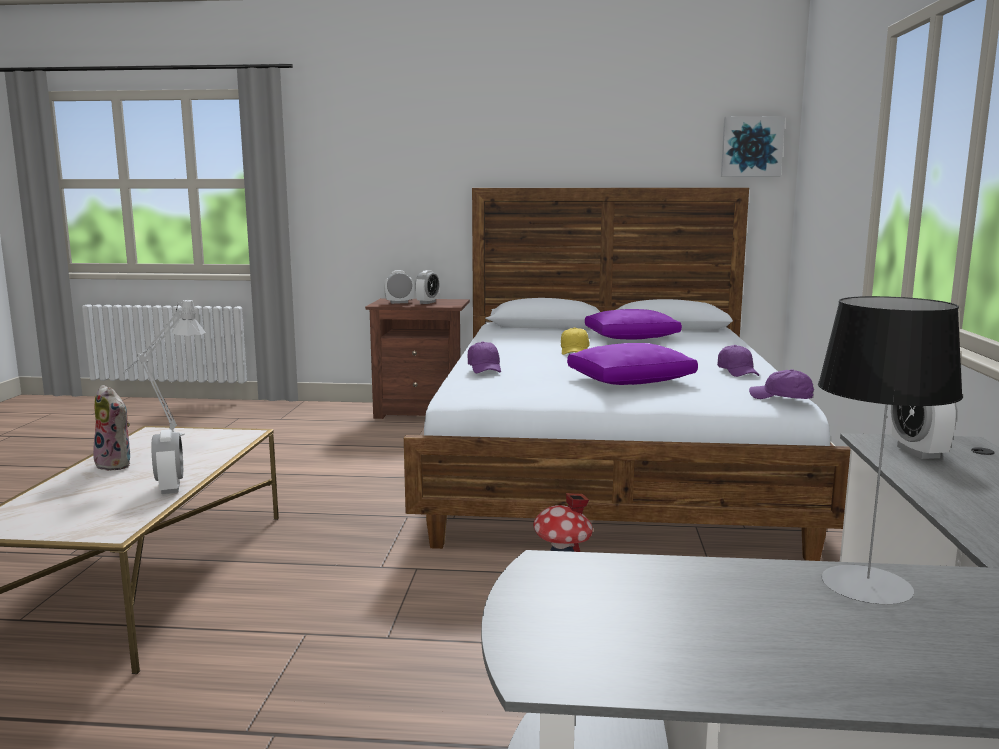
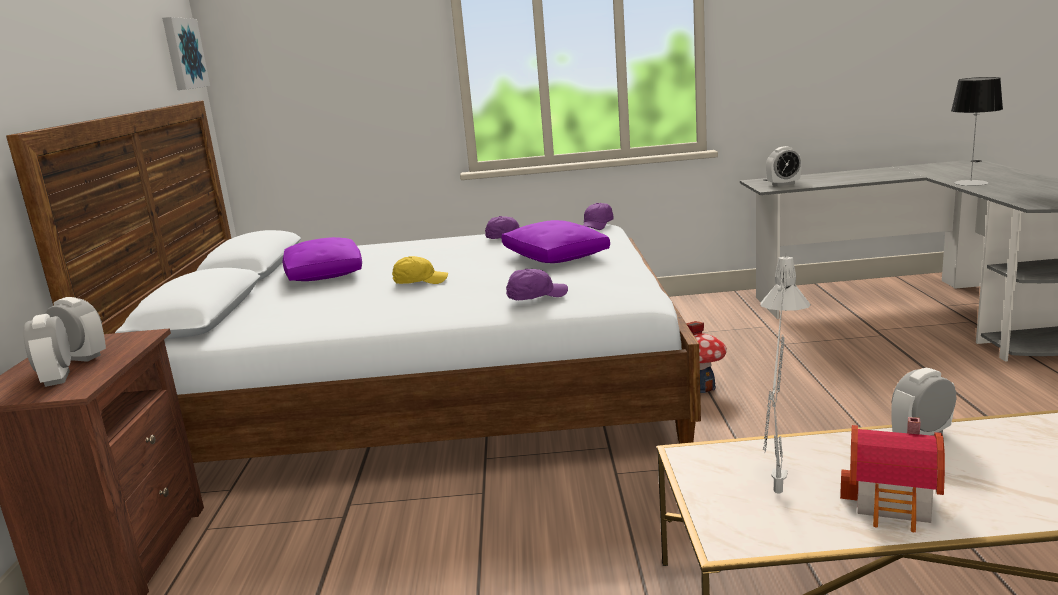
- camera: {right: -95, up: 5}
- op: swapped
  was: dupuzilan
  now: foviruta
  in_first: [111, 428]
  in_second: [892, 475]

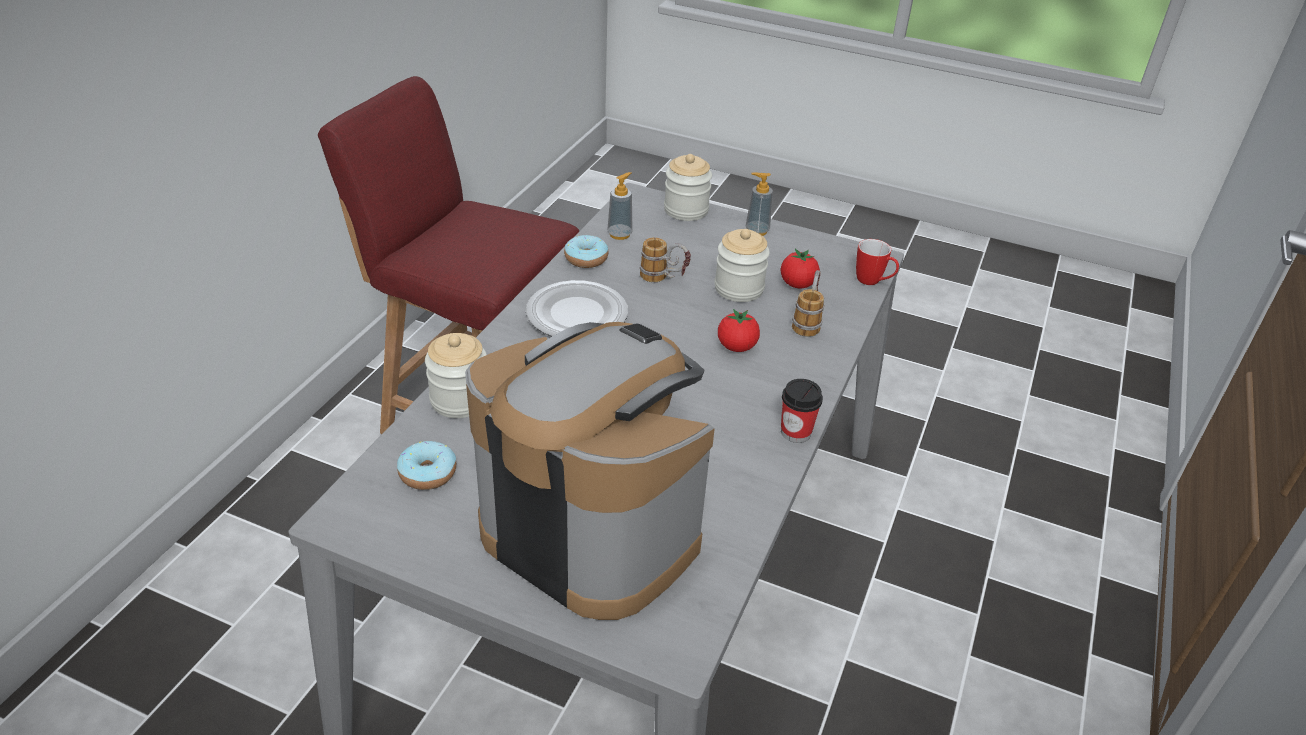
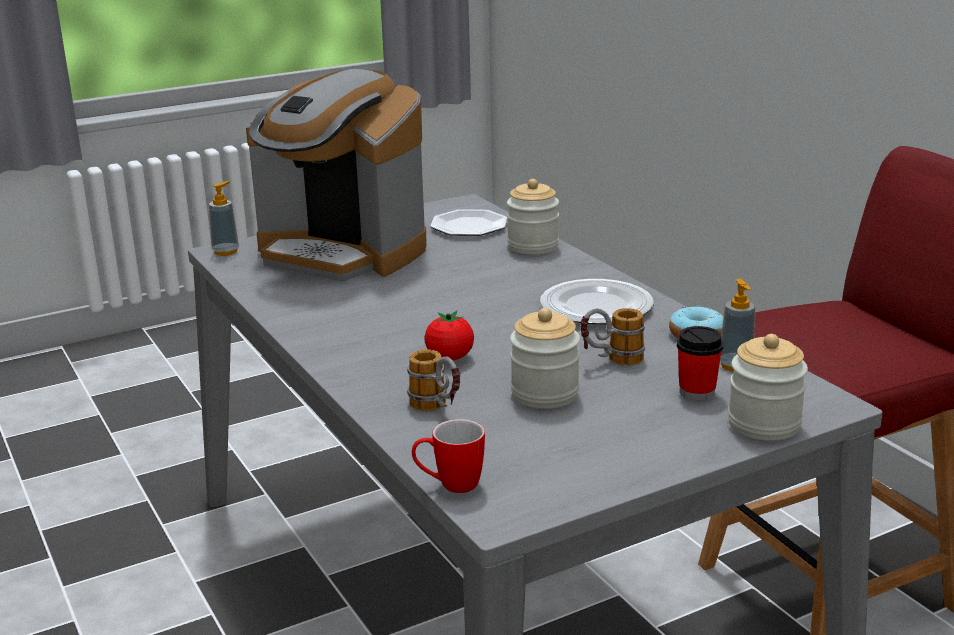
- camera: {right: 130, up: -15}
- op: shifted
  was: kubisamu
  in_first: [759, 204]
  in_second: [224, 218]
- op: gone
  was: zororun
  in_first: [800, 268]
- op: rotated
  was: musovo
  in_first: [590, 471]
  in_second: [336, 175]
  clockwise: 45
- op: shifted
  was: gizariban
  in_first: [802, 411]
  in_second: [700, 363]
- op: swapped
  was: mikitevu
  now: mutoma
  in_first: [426, 465]
  in_second: [468, 222]

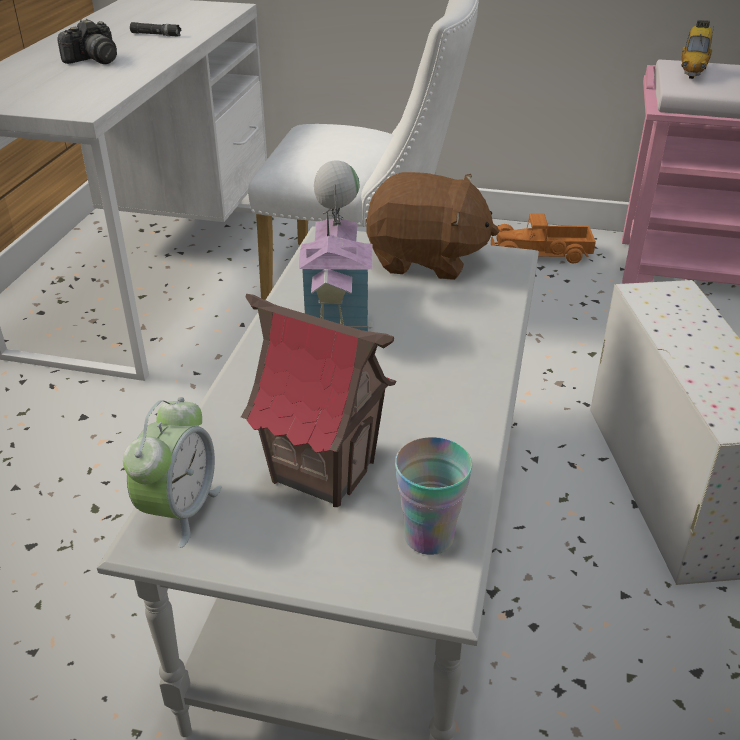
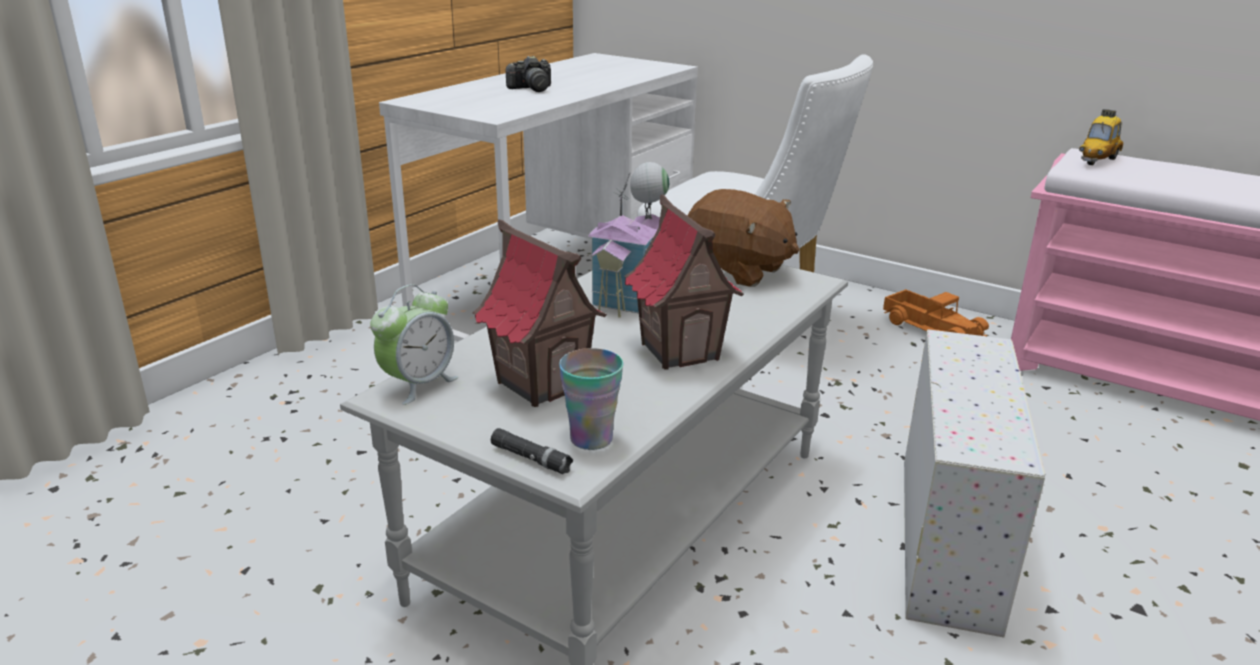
- camera: {right: 20, up: -10}
- op: shifted
  was: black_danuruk
  in_first: [155, 29]
  in_second: [532, 451]
- op: rotated
  was: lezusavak
  in_first: [543, 238]
  in_second: [936, 312]
  clockwise: -150
- op: new
  now: foviruta
  in_second: [684, 281]

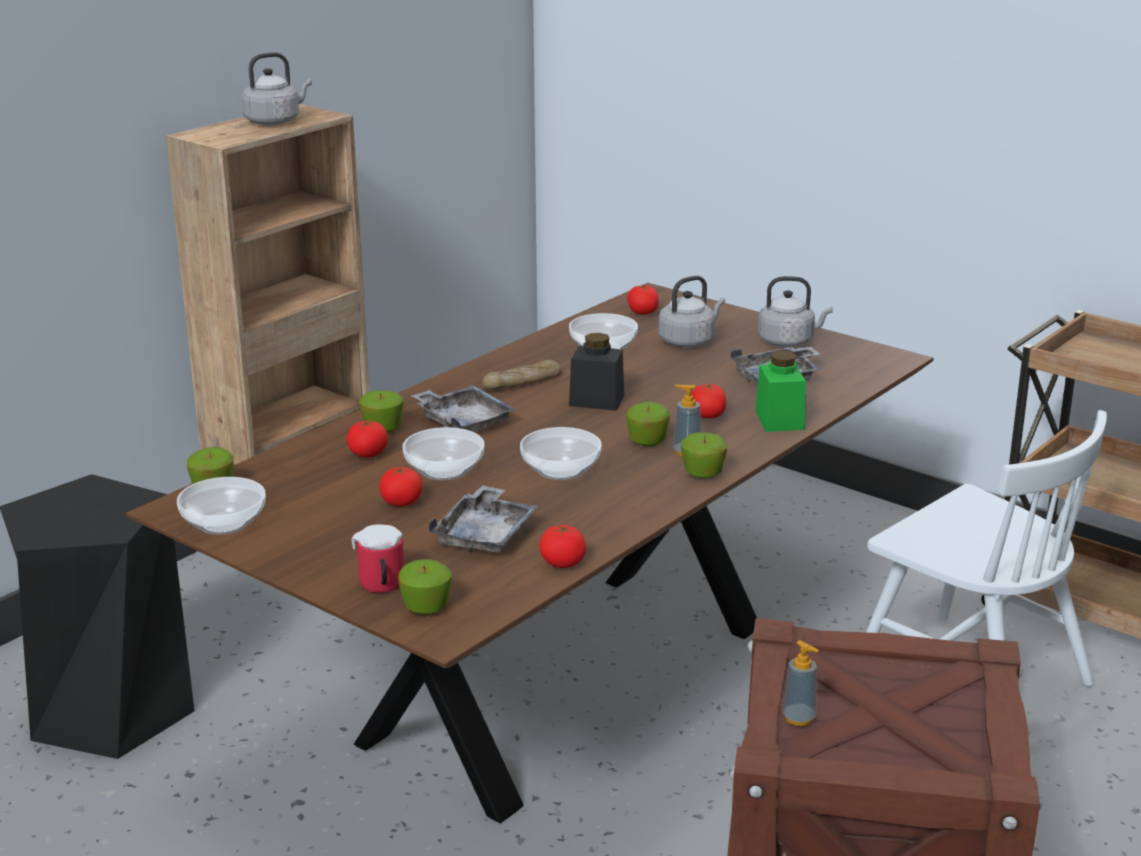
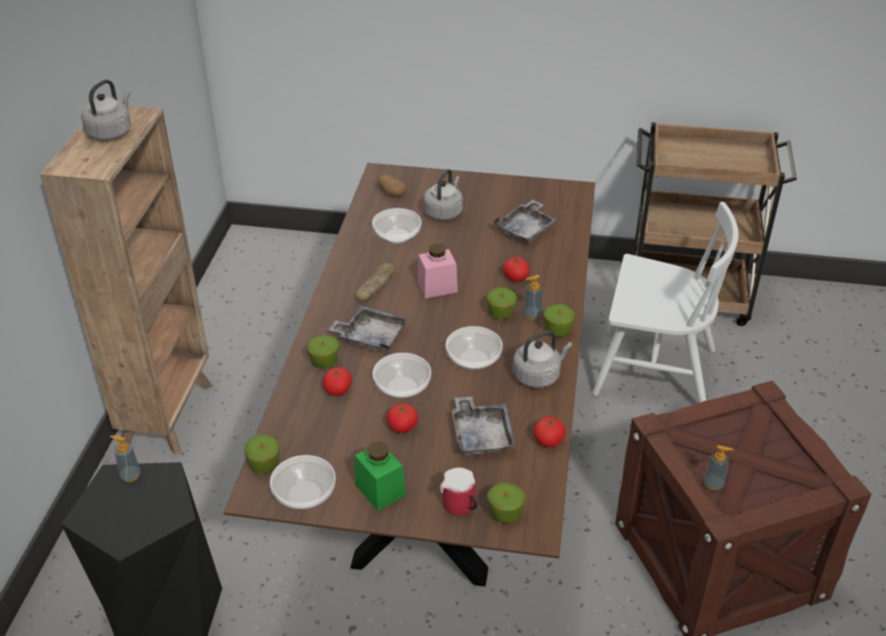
- camera: {right: -30, up: 15}
- op: shifted
  was: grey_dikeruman
  in_first: [795, 311]
  in_second: [542, 359]
- op: swapped
  was: zororun
  now: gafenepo
  in_first: [643, 299]
  in_second: [392, 185]
- op: repainted
  was: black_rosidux
  now: pink_rosidux
  in_first: [596, 372]
  in_second: [438, 270]
- op: shifted
  was: green_rosidux
  in_first: [780, 391]
  in_second: [380, 476]
- op: new
  now: kubisamu
  in_second: [125, 458]

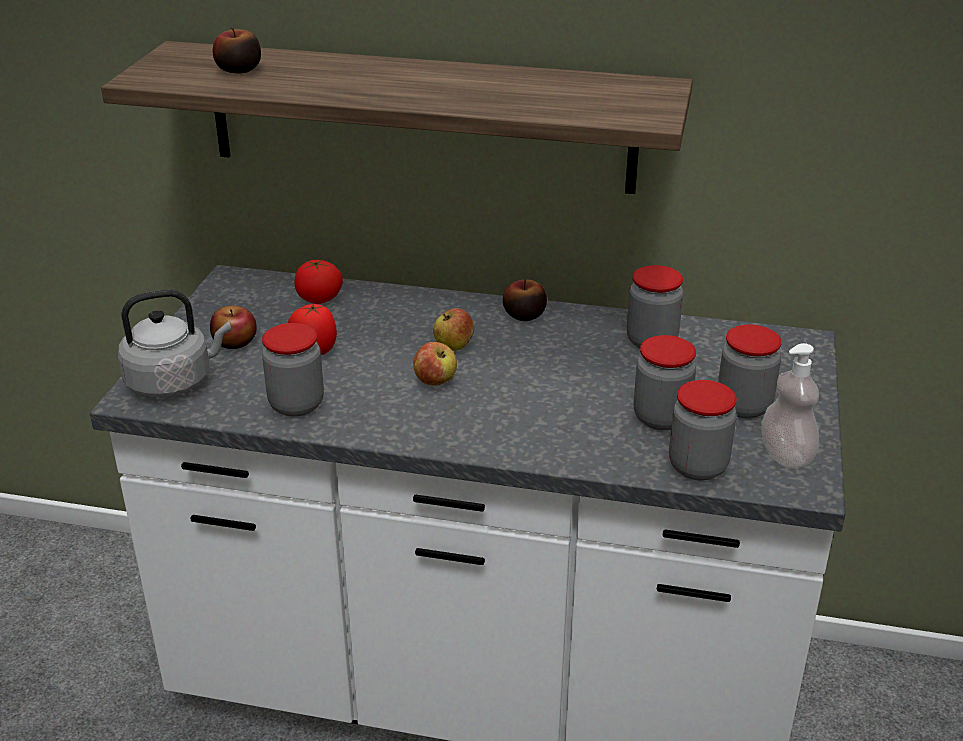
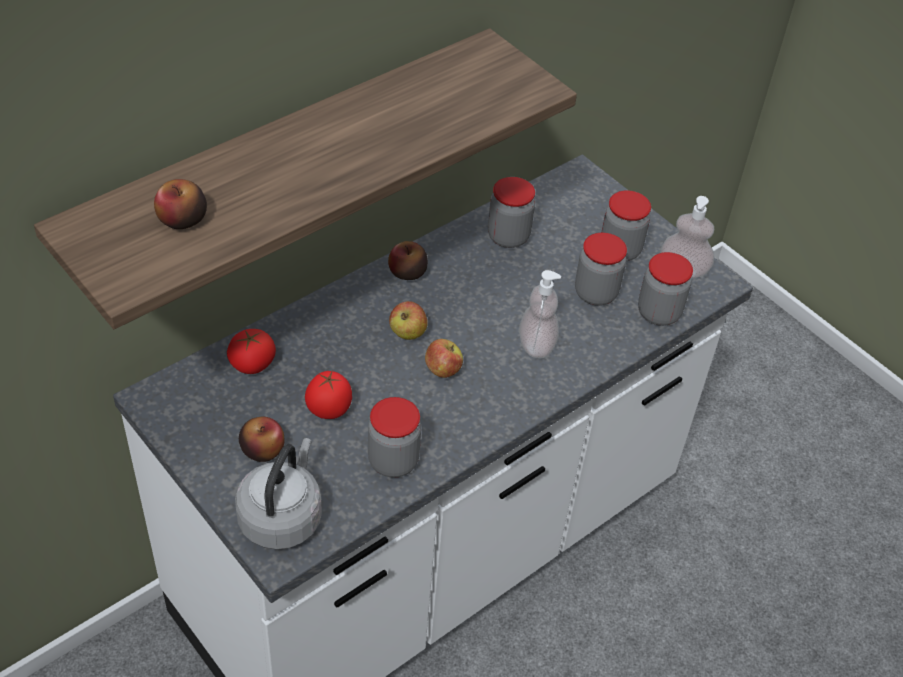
- camera: {right: -55, up: 15}
- op: new
  now: kubisamu
  in_second: [540, 314]

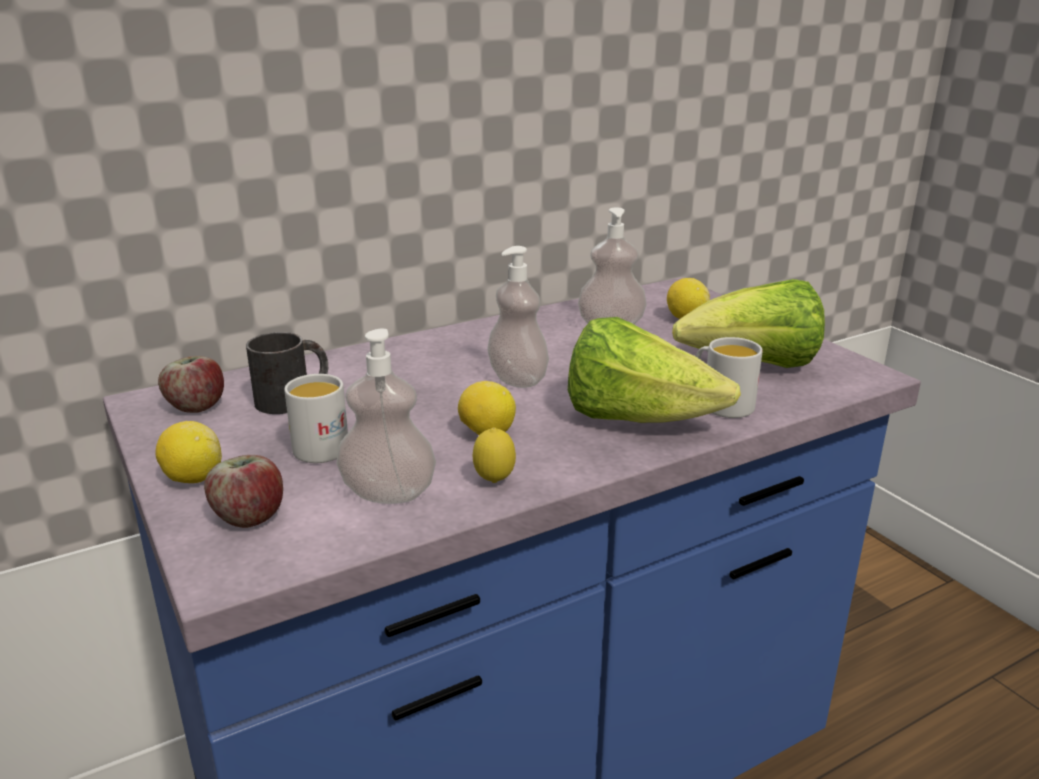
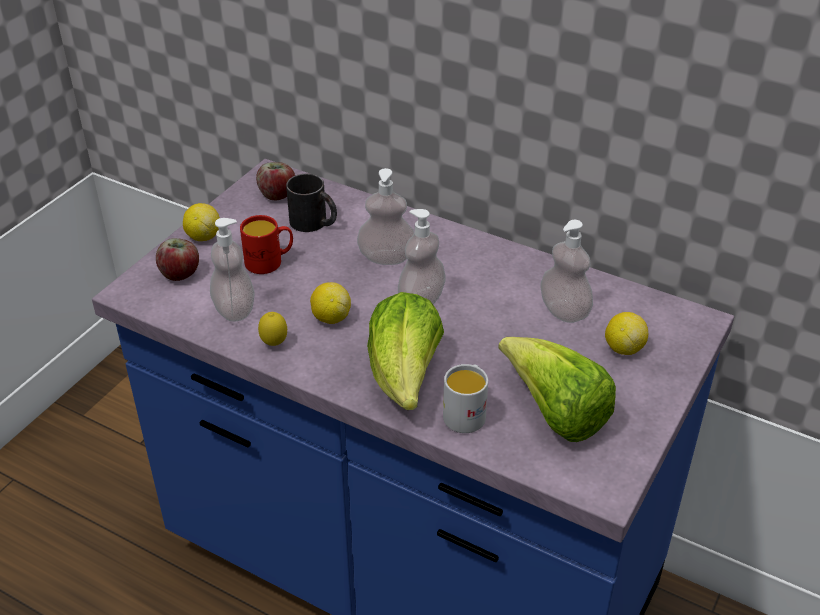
- camera: {right: 60, up: 15}
- op: repainted
  was: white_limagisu
  now: red_limagisu
  in_first: [316, 418]
  in_second: [266, 244]
- op: new
  now: kubisamu
  in_second: [385, 216]

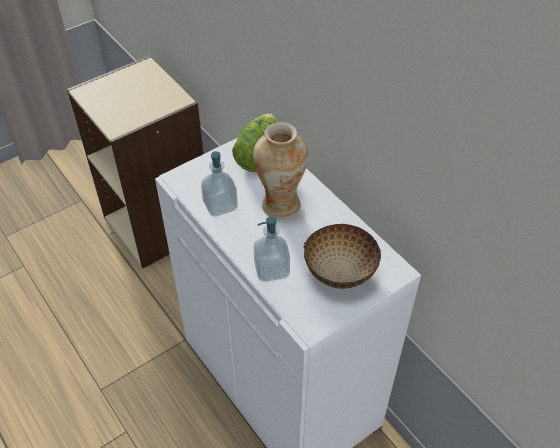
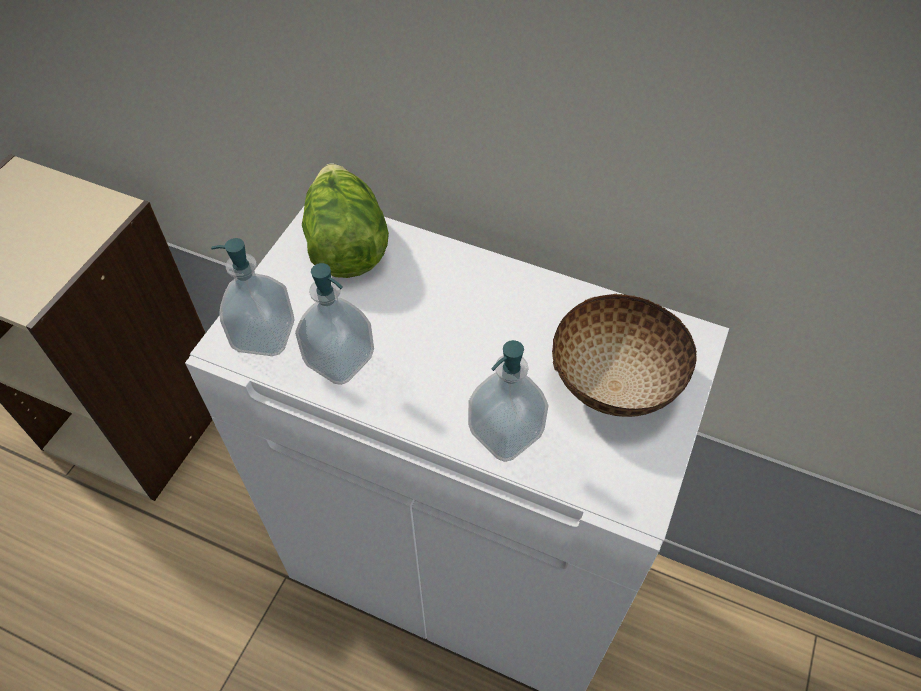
- camera: {right: -30, up: 5}
- op: gone
  was: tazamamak
  in_first: [280, 170]
- op: new
  now: kubisamu
  in_second: [252, 297]

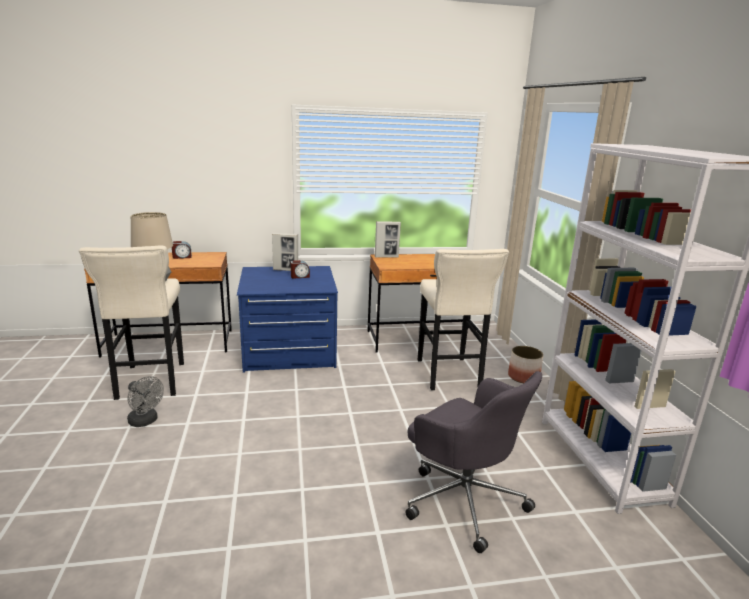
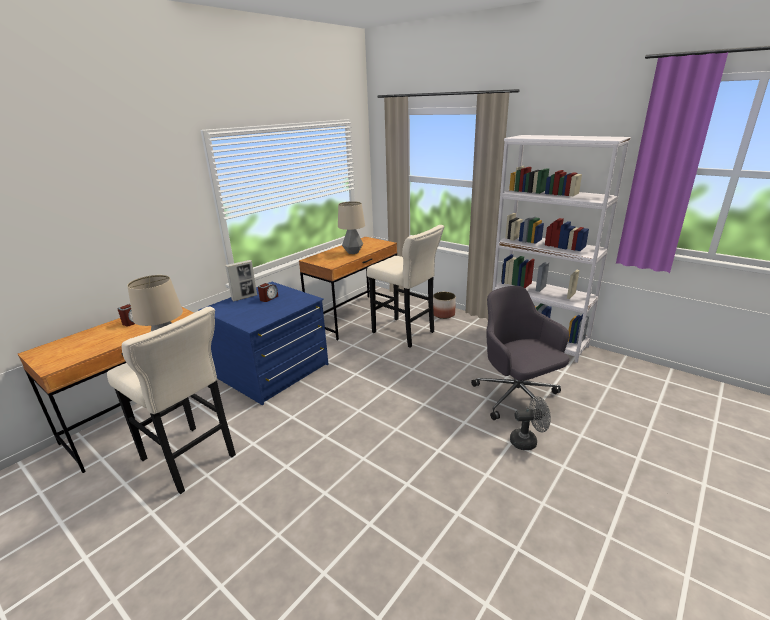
- camera: {right: -40, up: 5}
- op: gone
  was: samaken
  in_first: [388, 239]
- op: rotated
  was: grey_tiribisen
  in_first: [473, 462]
  in_second: [520, 353]
  clockwise: -120
- op: shifted
  was: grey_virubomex
  in_first: [145, 401]
  in_second: [530, 423]
- op: new
  now: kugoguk
  in_second: [351, 227]

